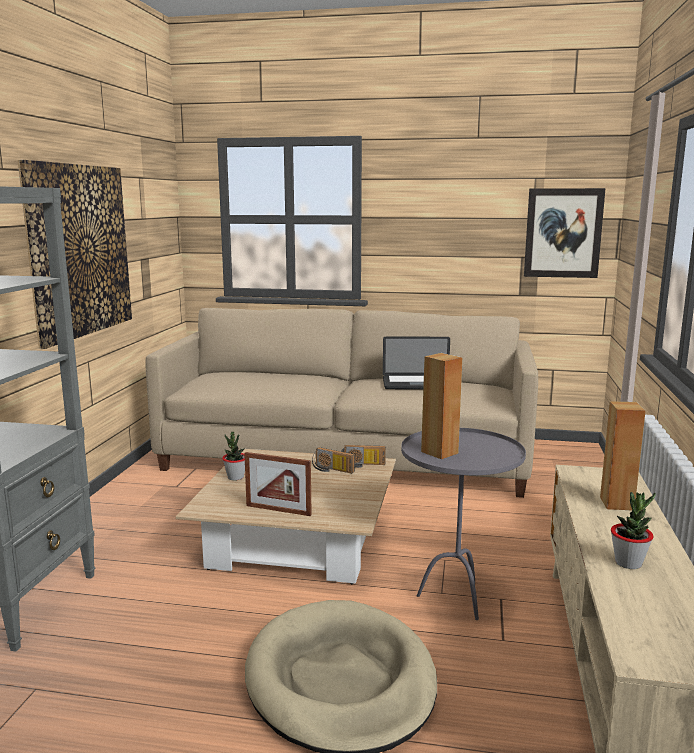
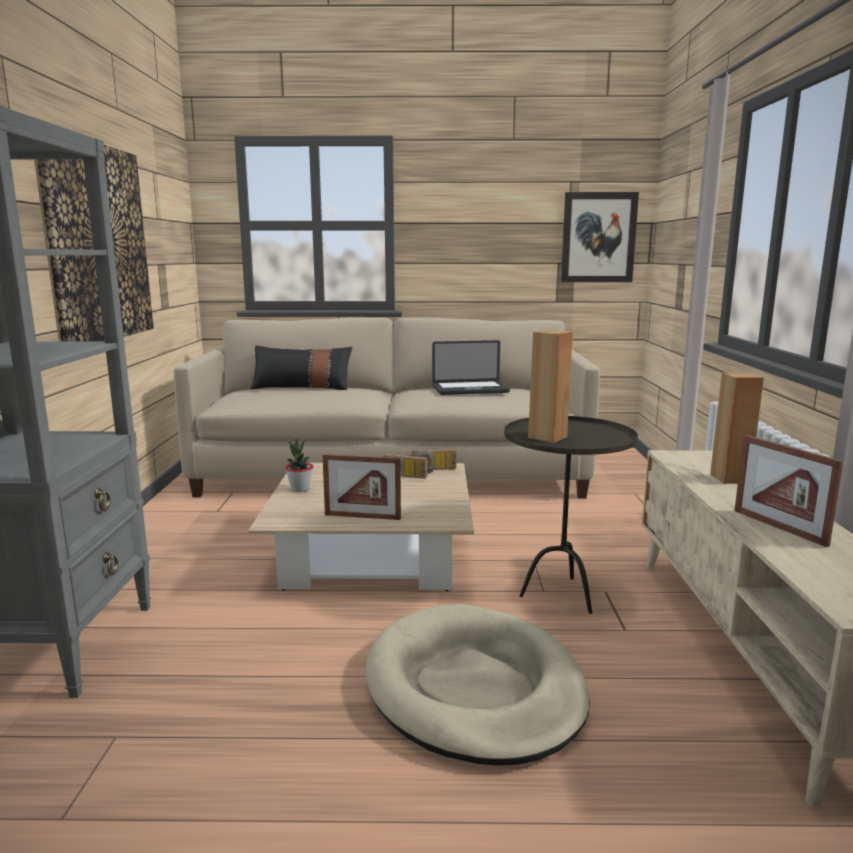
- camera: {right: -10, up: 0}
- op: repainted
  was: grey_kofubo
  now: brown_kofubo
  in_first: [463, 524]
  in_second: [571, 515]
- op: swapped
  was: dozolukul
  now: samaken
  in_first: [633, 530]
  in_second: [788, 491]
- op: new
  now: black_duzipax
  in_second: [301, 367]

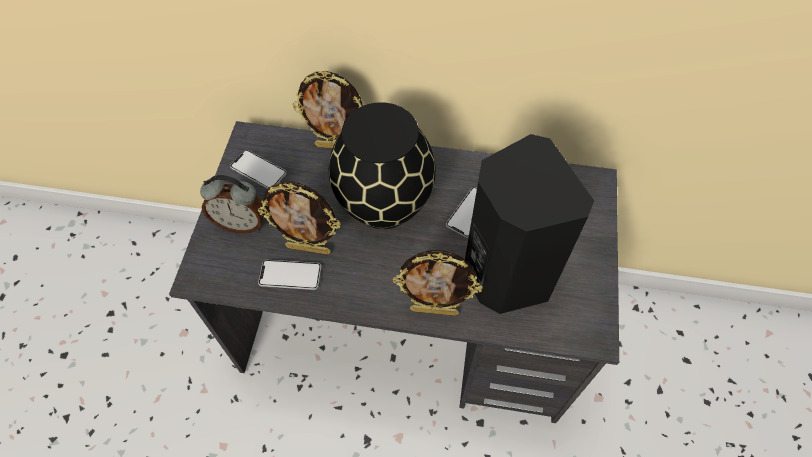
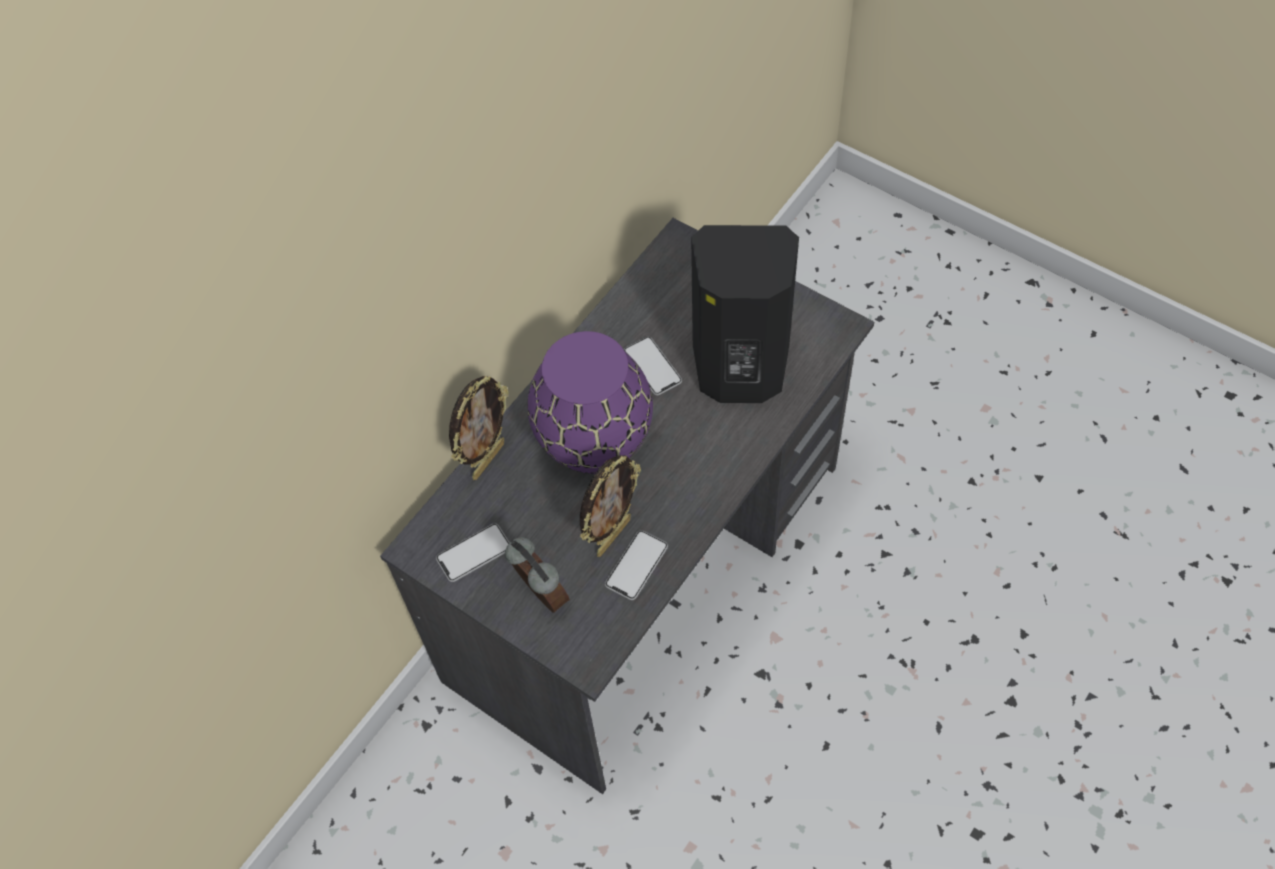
- camera: {right: -60, up: 0}
- op: repainted
  was: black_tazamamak
  now: purple_tazamamak
  in_first: [382, 165]
  in_second: [590, 402]
- op: rotated
  was: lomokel
  in_first: [232, 204]
  in_second: [537, 575]
  clockwise: -75
- op: gone
  was: samaken
  in_first: [437, 283]

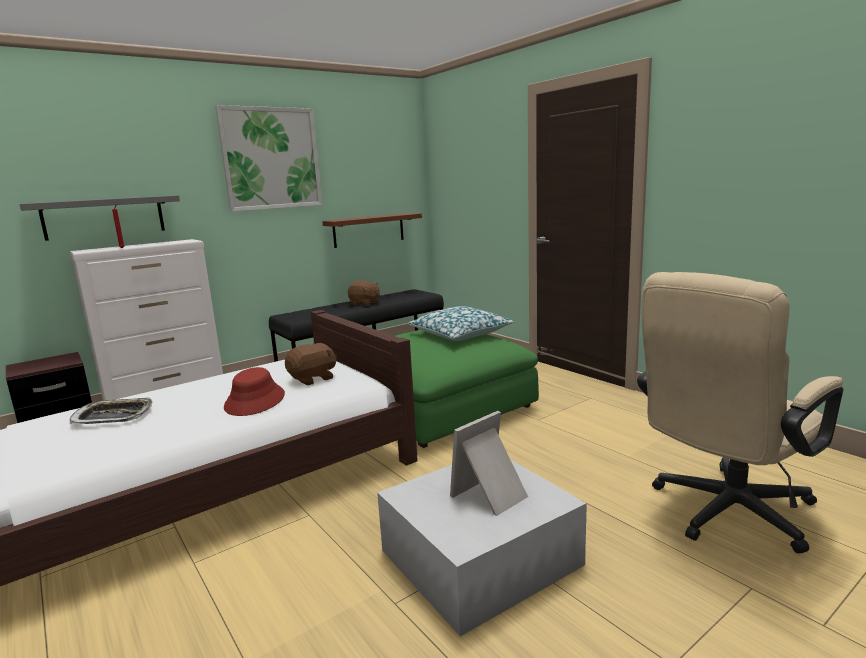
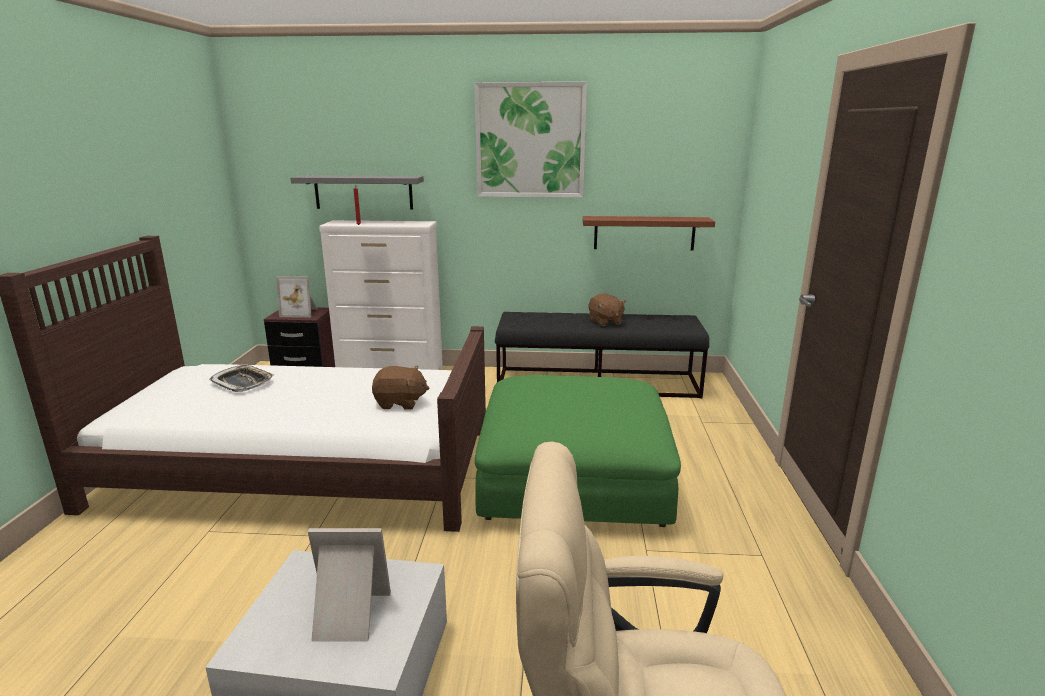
- camera: {right: 40, up: 5}
- op: gone
  was: duzipax
  in_first: [461, 323]
- op: gone
  was: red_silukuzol
  in_first: [254, 391]
- op: new
  now: samaken
  in_second: [296, 297]

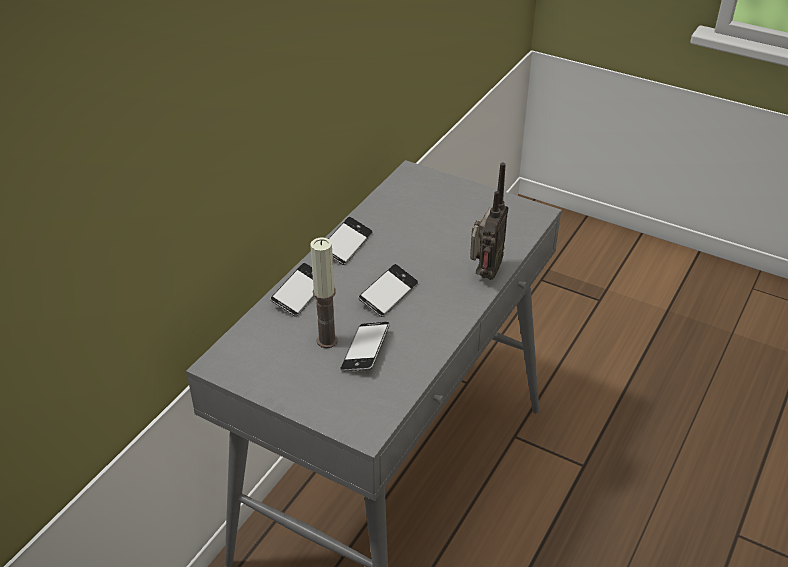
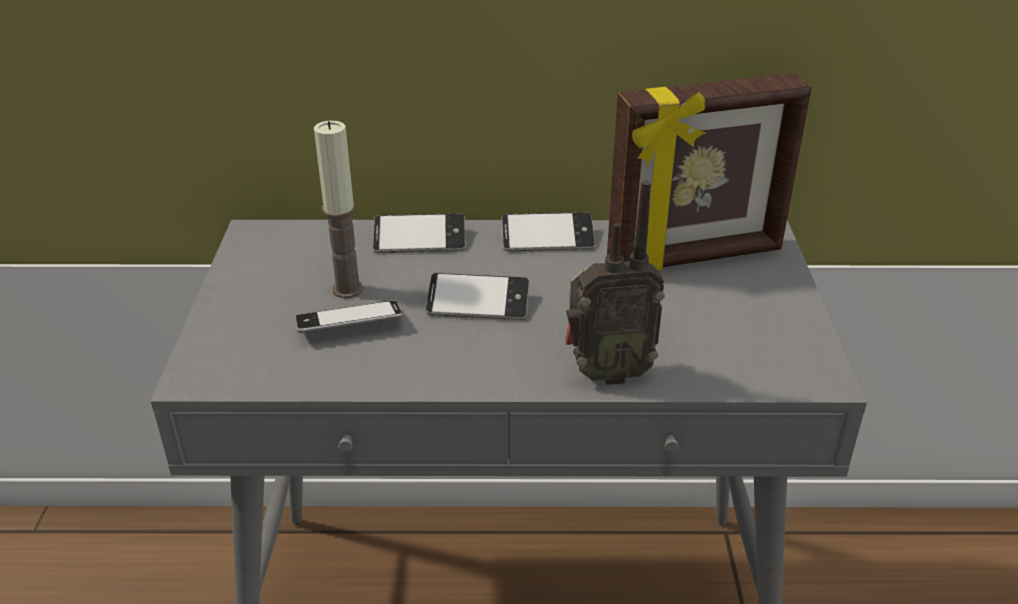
- camera: {right: 60, up: -5}
- op: new
  now: samaken
  in_second: [709, 172]

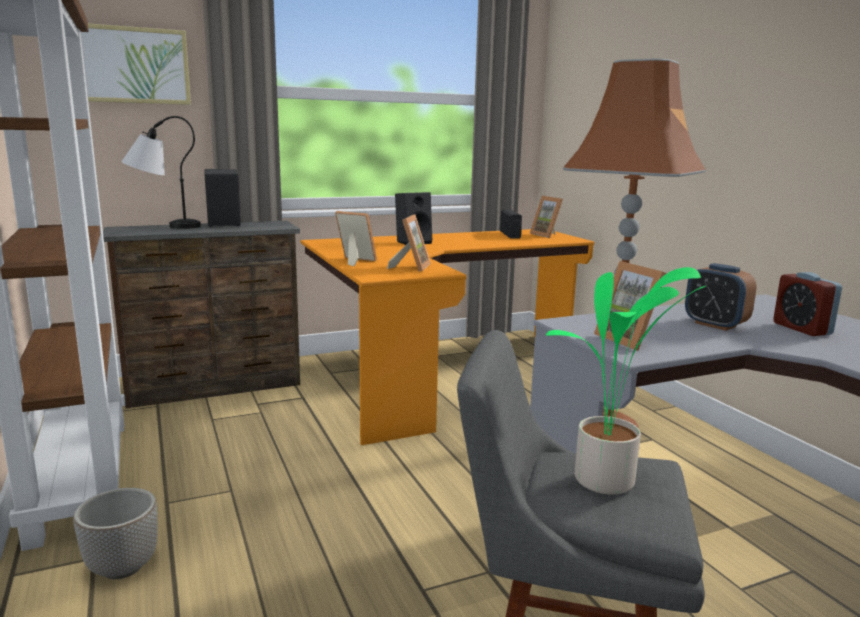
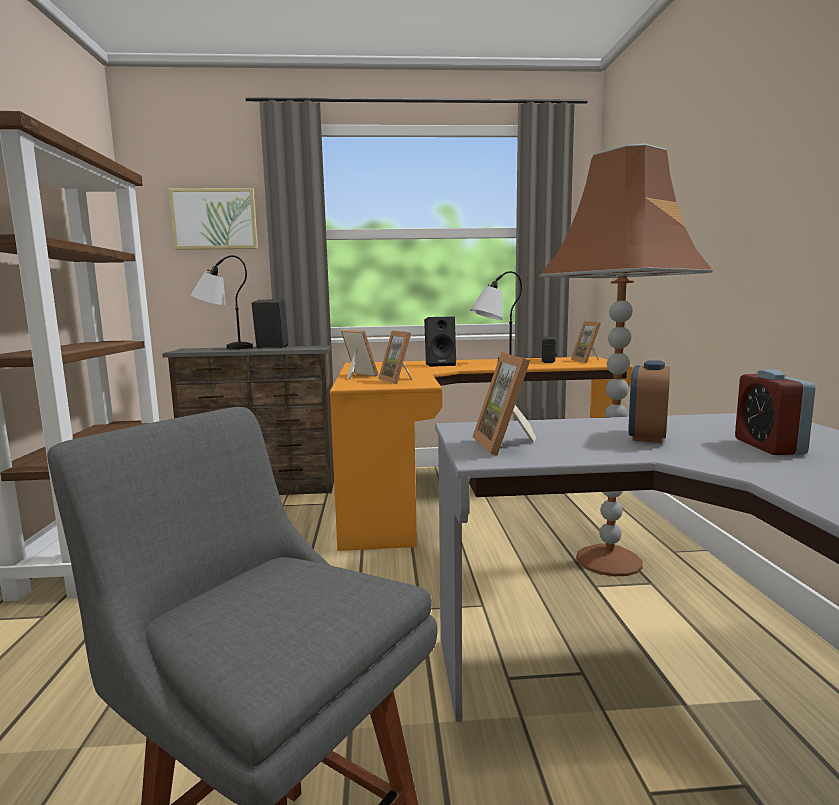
- camera: {right: 20, up: -5}
- op: rotated
  was: samaken
  in_first: [409, 243]
  in_second: [395, 357]
  clockwise: 120
- op: rotated
  was: lomokel
  in_first: [720, 297]
  in_second: [649, 401]
  clockwise: 45
- op: gone
  was: dozolukul
  in_first: [626, 381]
- op: gone
  was: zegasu
  in_first: [115, 533]
- op: new
  now: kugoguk
  in_second: [496, 315]

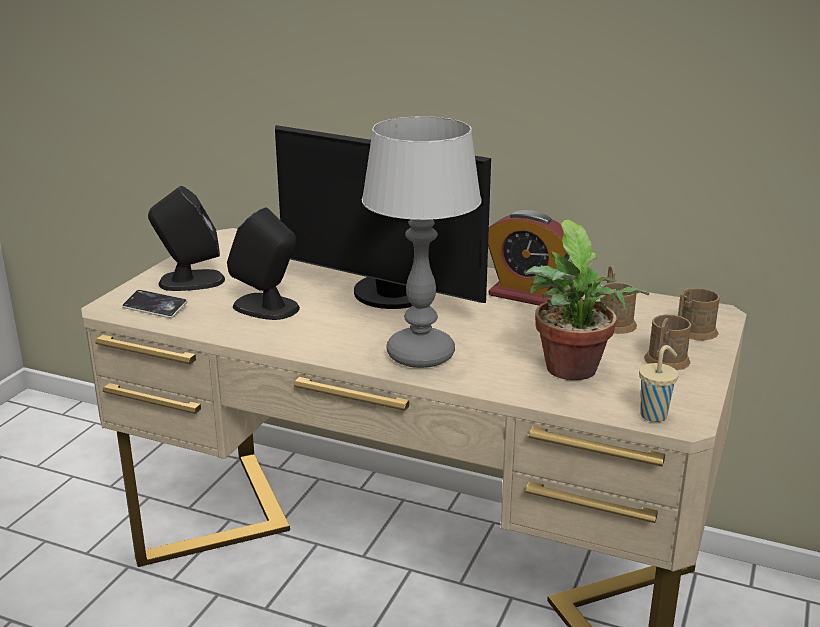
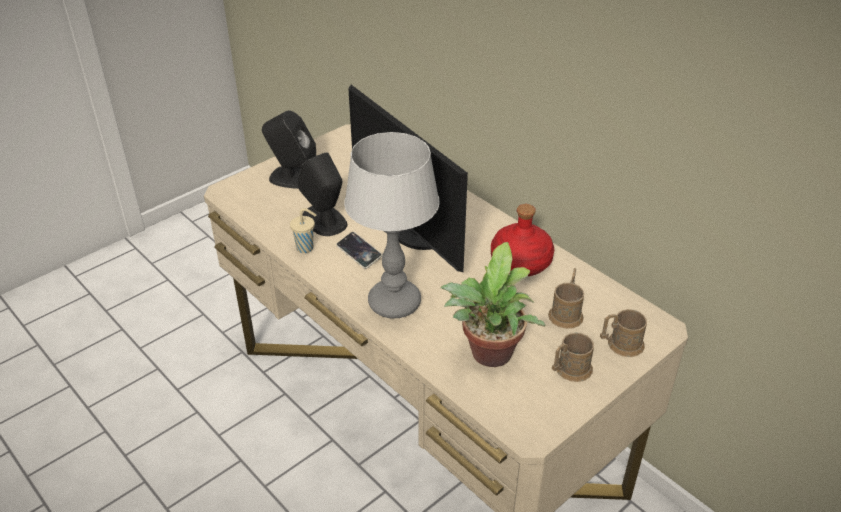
- camera: {right: 25, up: 15}
- op: swapped
  was: lomokel
  now: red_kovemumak
  in_first: [528, 258]
  in_second: [522, 240]
- op: shifted
  was: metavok
  in_first: [154, 304]
  in_second: [359, 250]
- op: shifted
  was: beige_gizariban
  in_first: [659, 383]
  in_second: [303, 230]

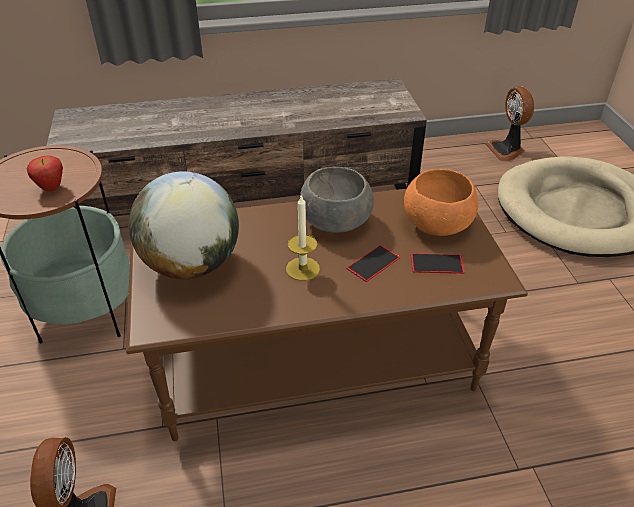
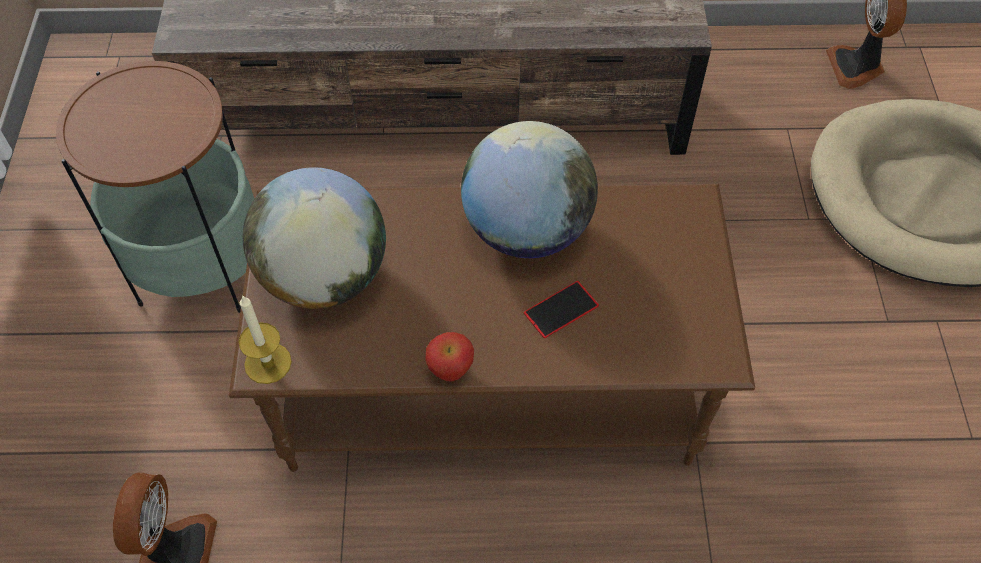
- camera: {right: 10, up: 15}
- op: shifted
  was: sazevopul
  in_first: [45, 173]
  in_second: [449, 356]
- op: swapped
  was: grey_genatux
  now: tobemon
  in_first: [337, 200]
  in_second: [529, 189]
- op: gone
  was: orange_genatux
  in_first: [441, 202]
- op: shifted
  was: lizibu
  in_first: [303, 237]
  in_second: [265, 339]
- op: gone
  was: metavok
  in_first: [438, 263]

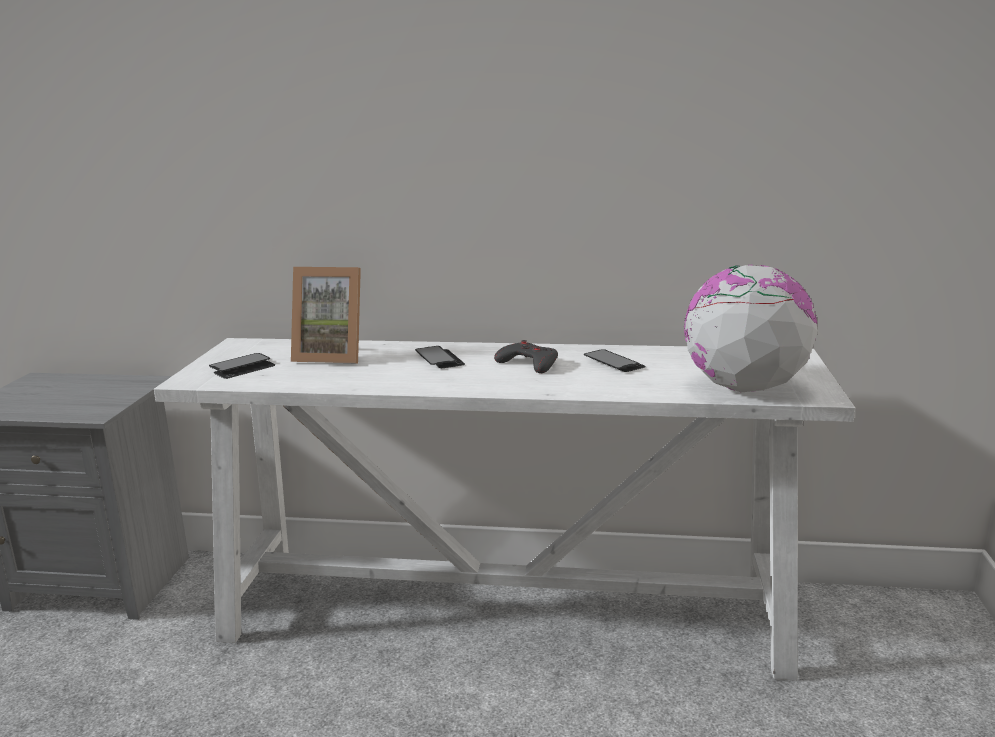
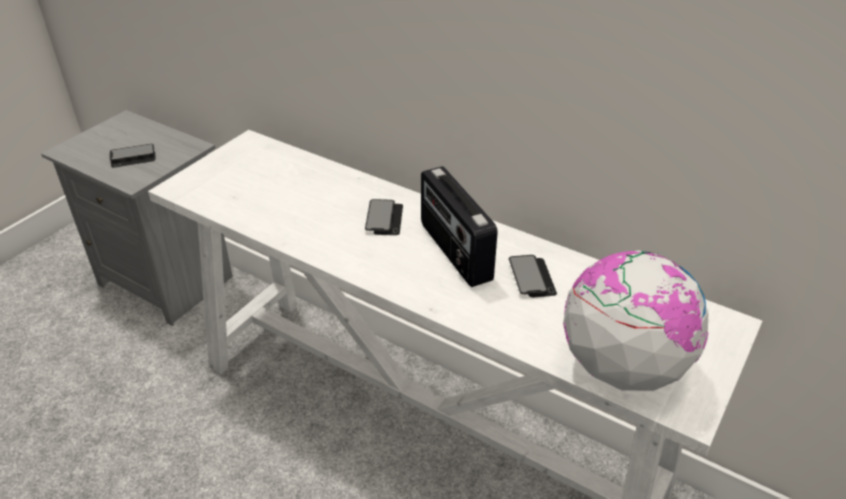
- camera: {right: 25, up: 20}
- op: gone
  was: samaken
  in_first: [326, 315]
- op: swapped
  was: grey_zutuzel
  now: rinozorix
  in_first: [526, 356]
  in_second: [459, 226]
- op: shifted
  was: metavok
  in_first: [242, 366]
  in_second: [133, 156]

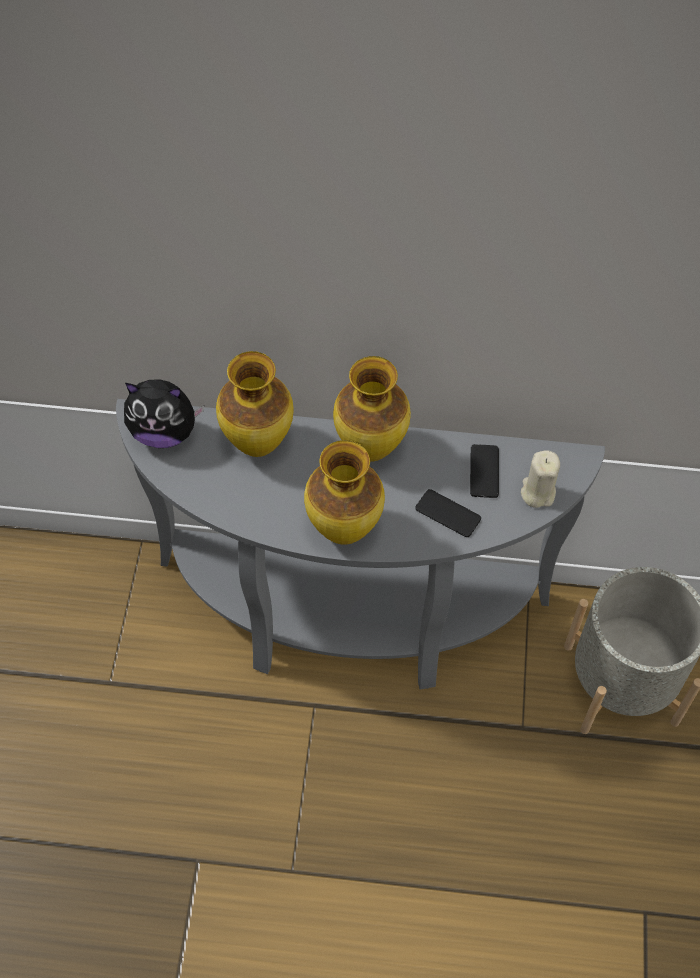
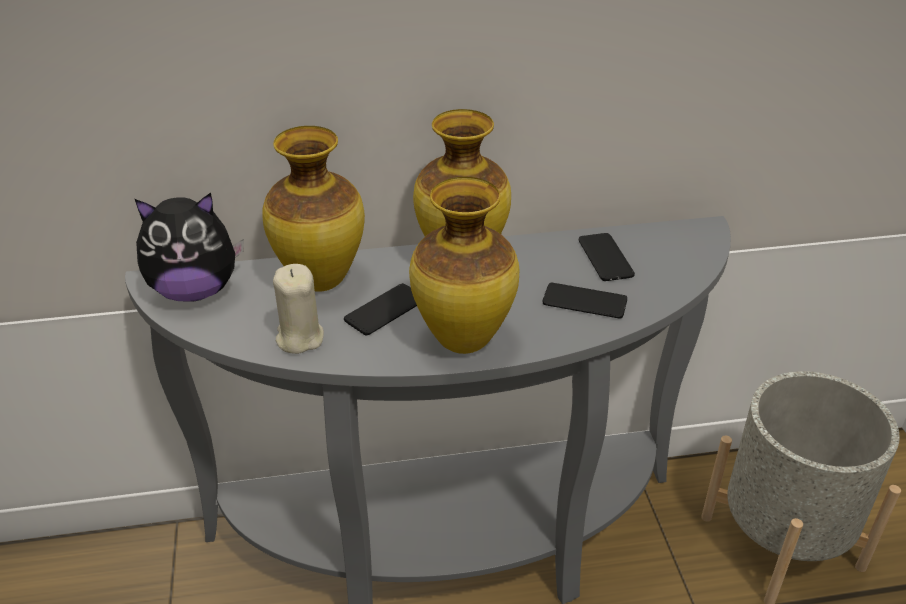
- camera: {right: -15, up: -20}
- op: shifted
  was: beige_lizibu
  in_first: [540, 479]
  in_second: [298, 309]
- op: new
  now: metavok
  in_second: [380, 309]

